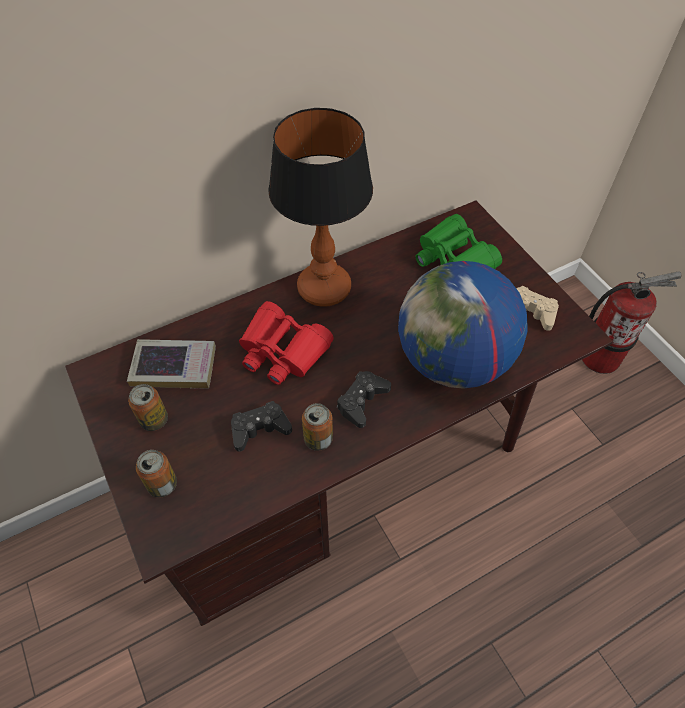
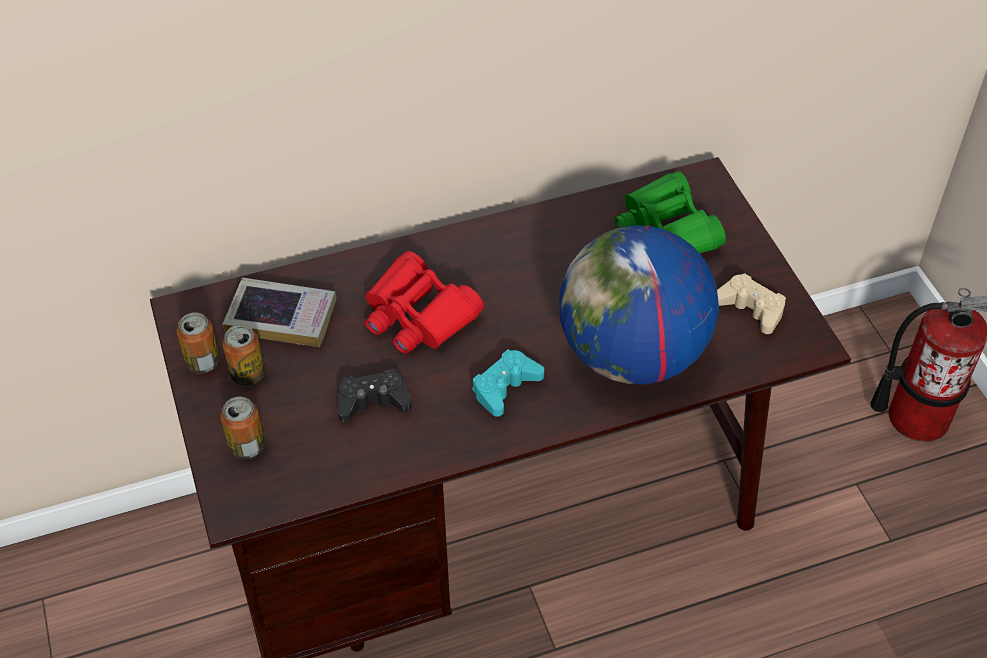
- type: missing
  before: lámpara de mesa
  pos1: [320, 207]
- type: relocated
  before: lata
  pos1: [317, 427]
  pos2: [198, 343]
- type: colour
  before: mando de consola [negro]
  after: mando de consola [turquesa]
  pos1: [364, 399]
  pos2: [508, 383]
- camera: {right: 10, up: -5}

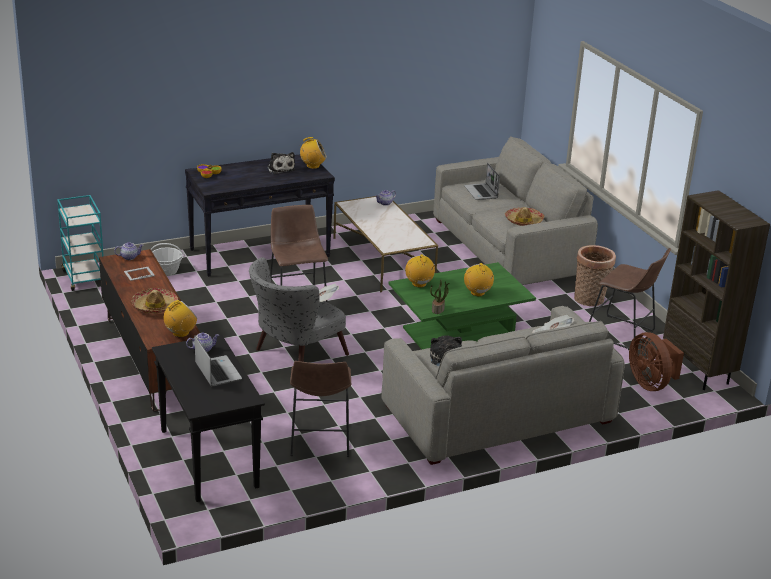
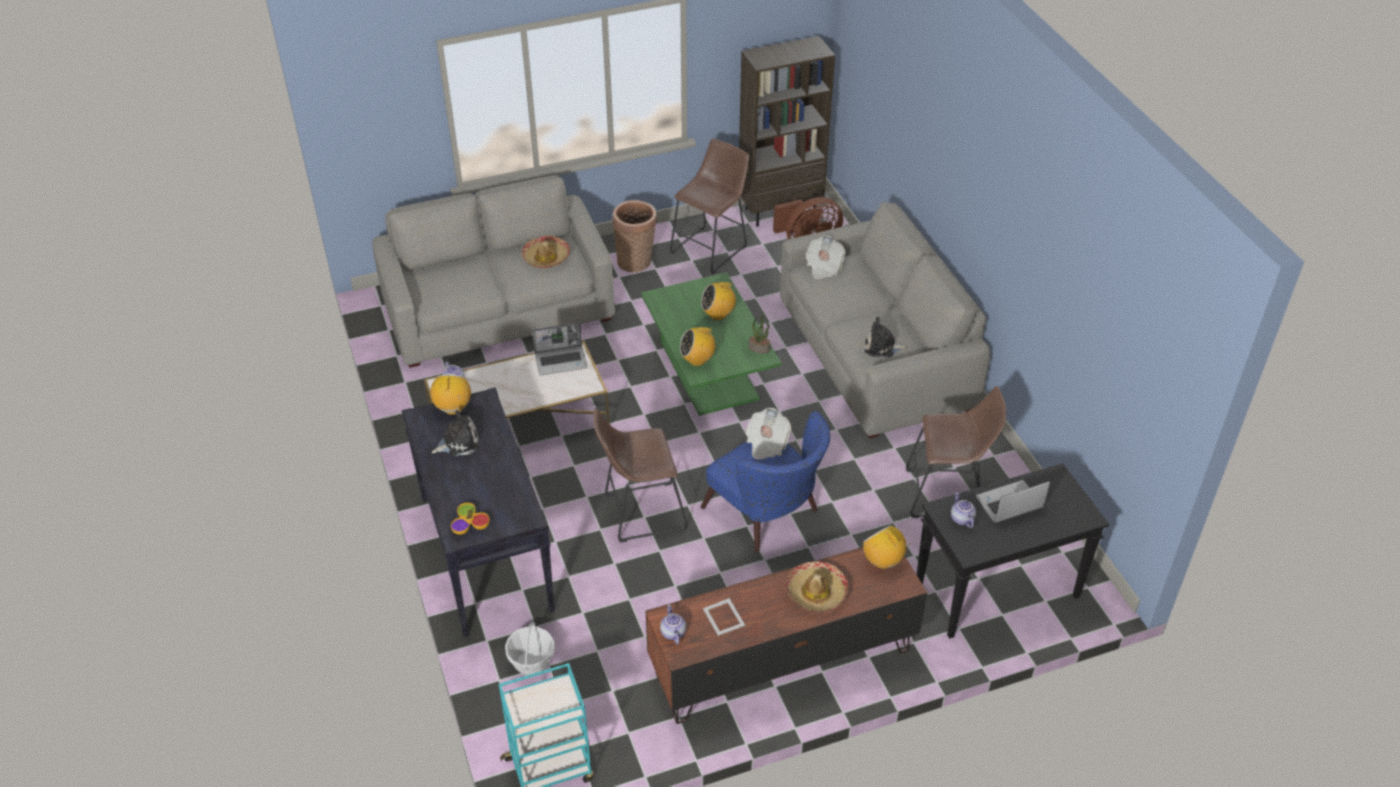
- type: colour
  before: sillón [gris]
  after: sillón [azul]
  pos1: [299, 309]
  pos2: [765, 481]
- type: relocated
  before: portátil
  pos1: [482, 181]
  pos2: [559, 348]
- camera: {right: -85, up: 15}

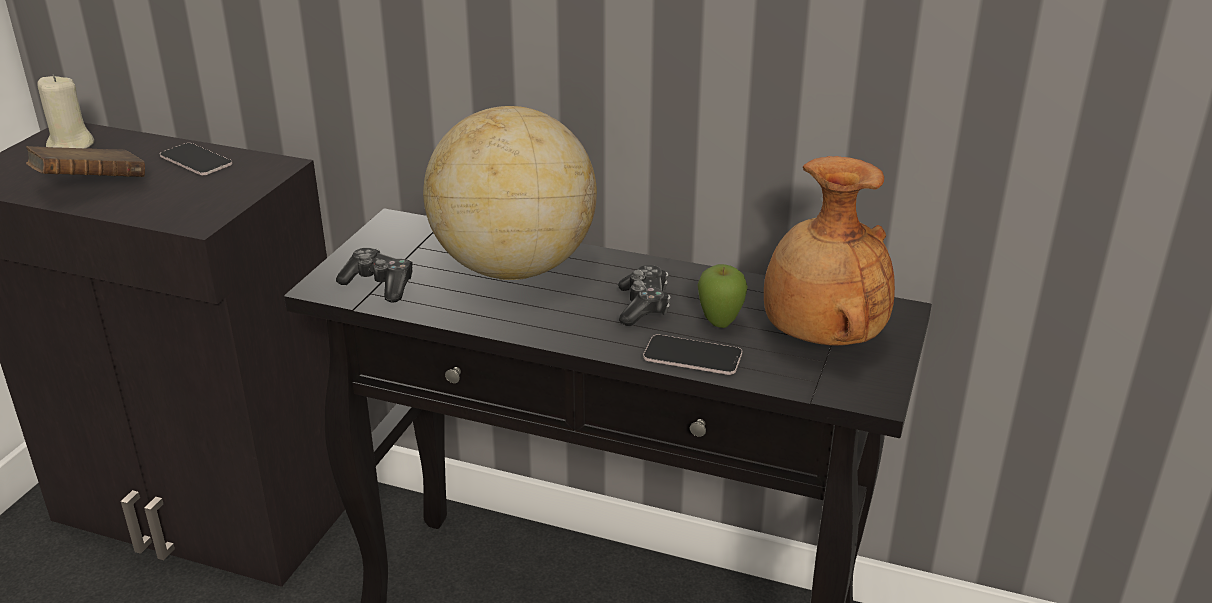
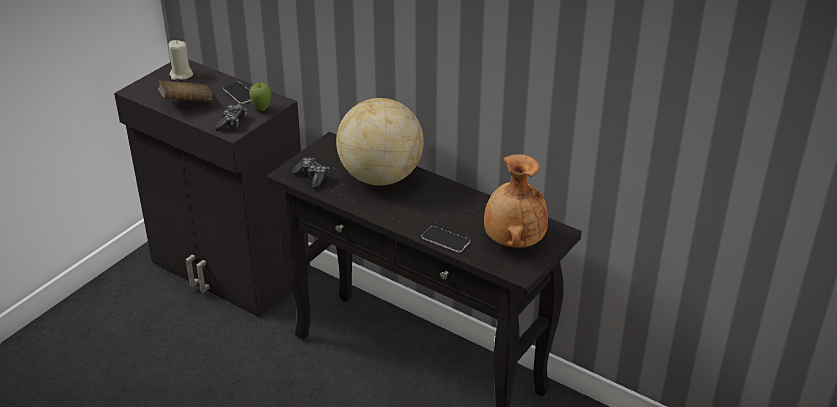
- type: relocated
  before: mando de consola
  pos1: [644, 295]
  pos2: [231, 117]
- type: relocated
  before: manzana
  pos1: [722, 296]
  pos2: [260, 96]
- camera: {right: 15, up: 5}

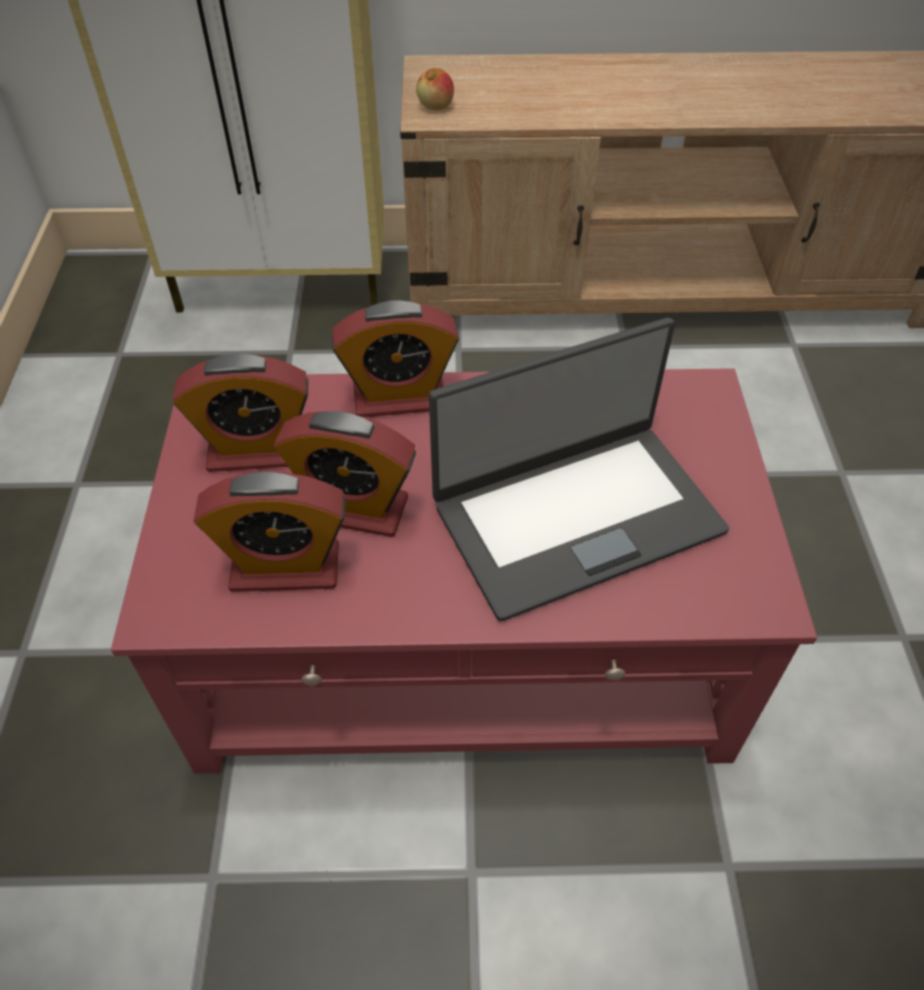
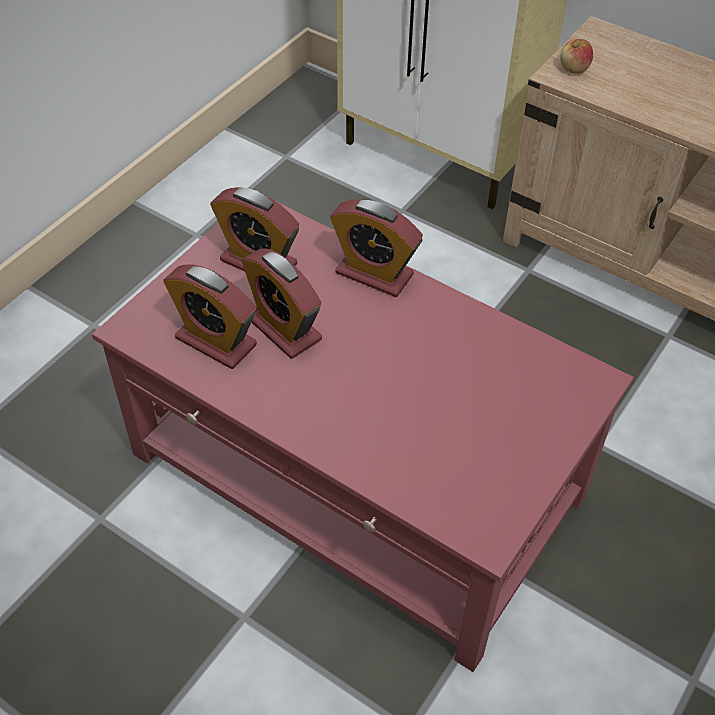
- type: missing
  before: portátil
  pos1: [579, 469]
- camera: {right: 35, up: 0}

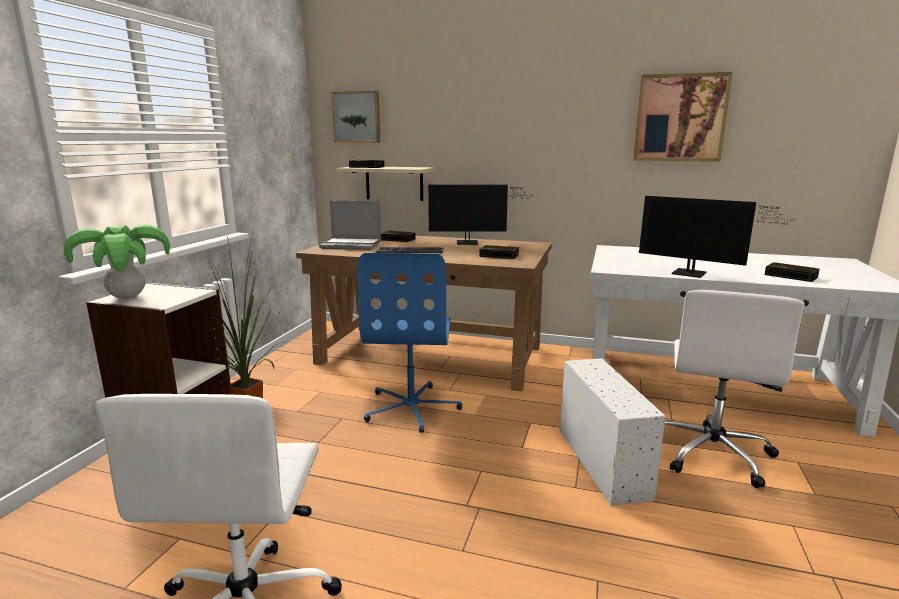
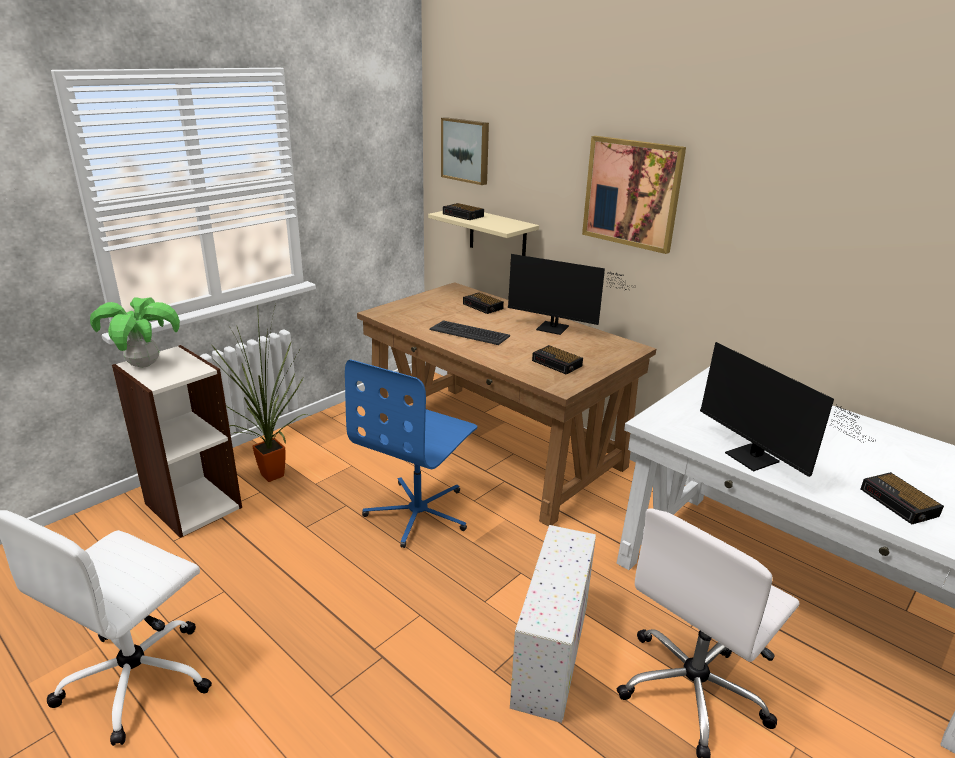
- type: missing
  before: portátil
  pos1: [350, 225]
- type: relocated
  before: cuadro
  pos1: [683, 117]
  pos2: [634, 195]
- camera: {right: 25, up: 10}

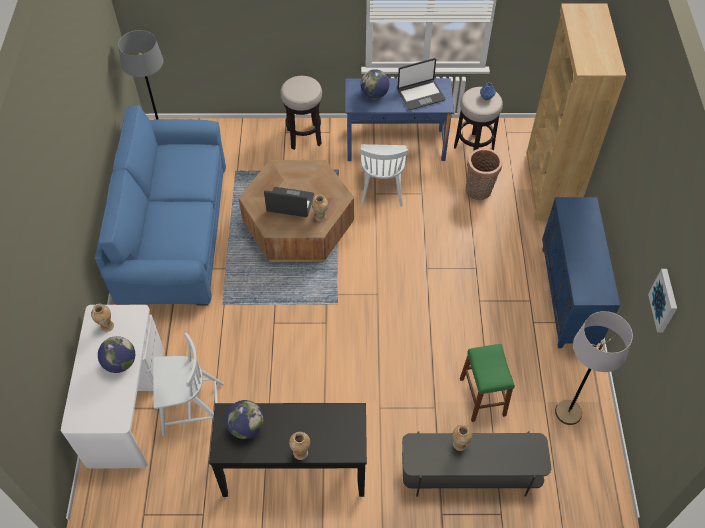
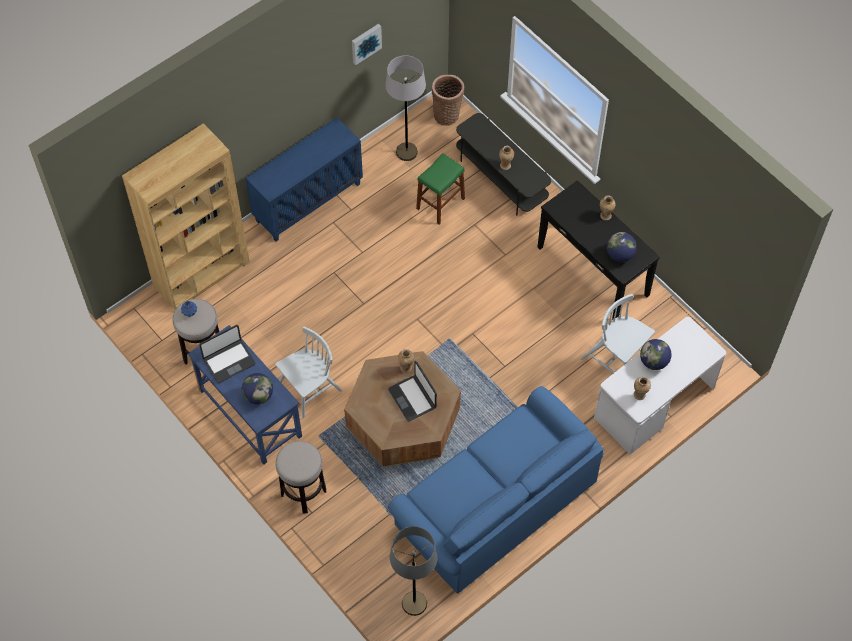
- type: spun
  before: portátil
  pos1: [421, 84]
  pos2: [227, 354]
  turn: 120
- type: relocated
  before: cesta
  pos1: [484, 174]
  pos2: [448, 100]
- camera: {right: -130, up: 5}

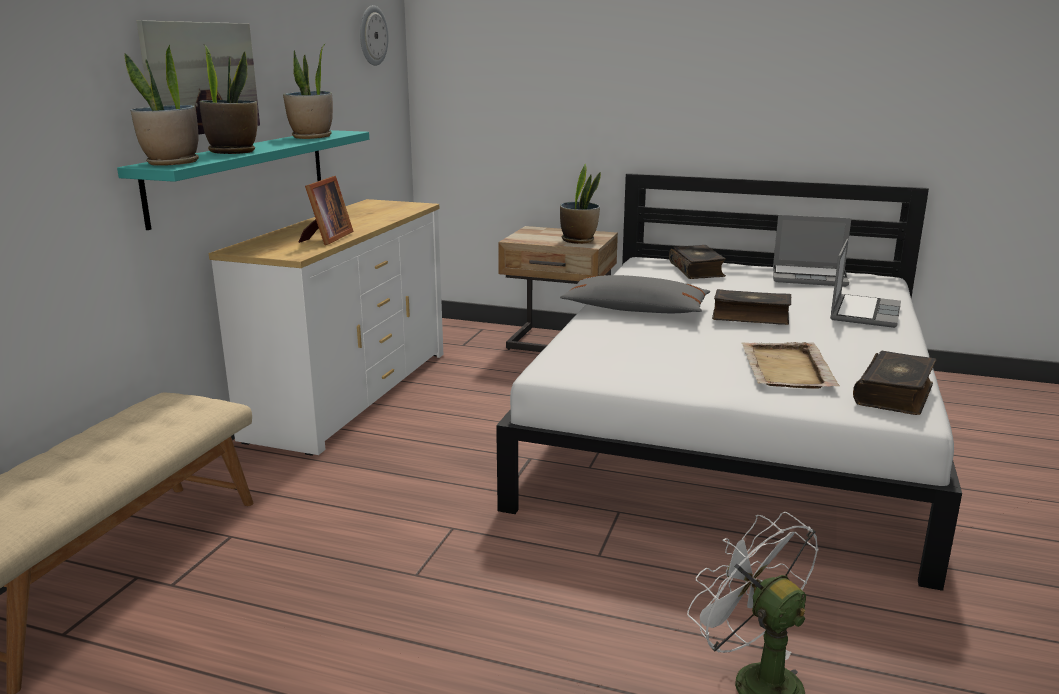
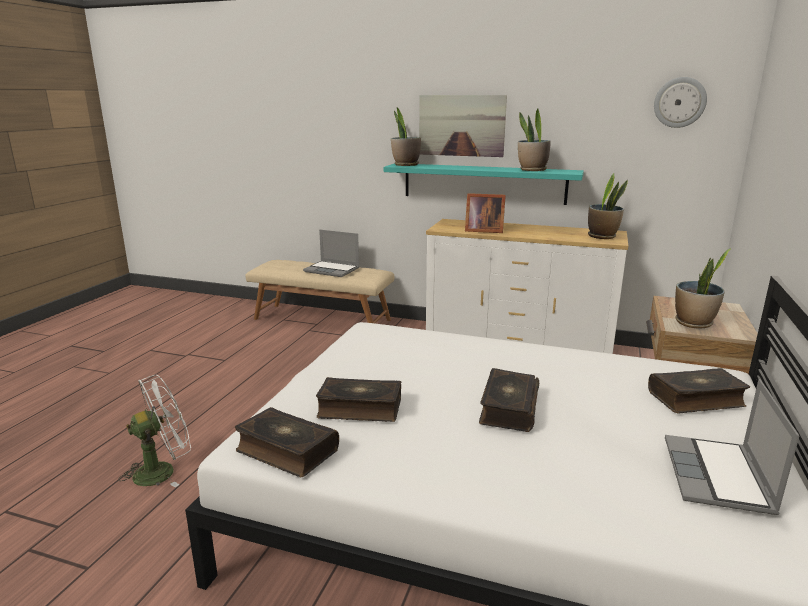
- type: relocated
  before: planta en maceta
  pos1: [228, 99]
  pos2: [608, 206]
- type: missing
  before: cojín [gris]
  pos1: [635, 294]
- type: exchanged
  before: bandeja [beis]
  after: libro
  pos1: [790, 365]
  pos2: [358, 399]
- type: relocated
  before: portátil
  pos1: [865, 283]
  pos2: [331, 253]
- camera: {right: 90, up: 0}

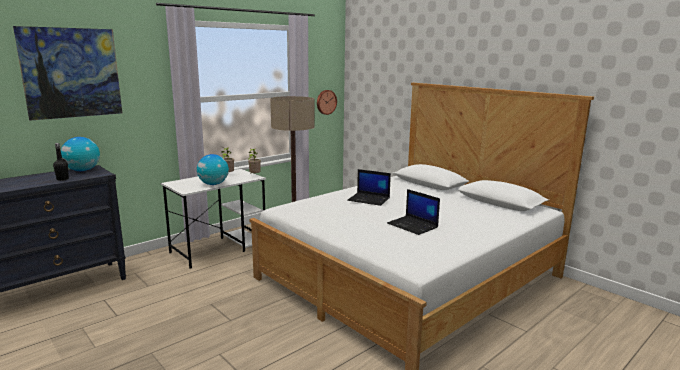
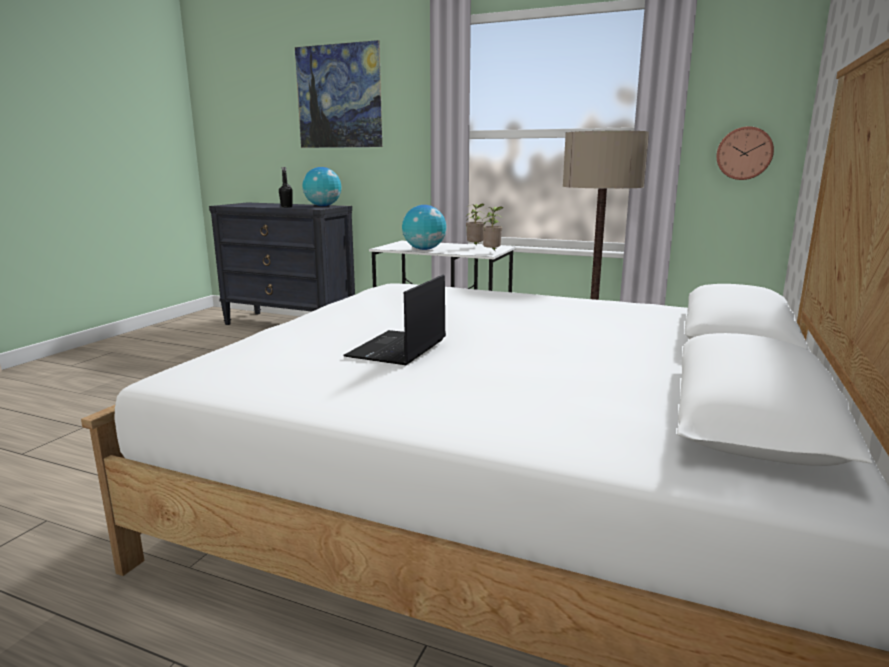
- type: missing
  before: portátil
  pos1: [369, 187]
- camera: {right: 65, up: 0}

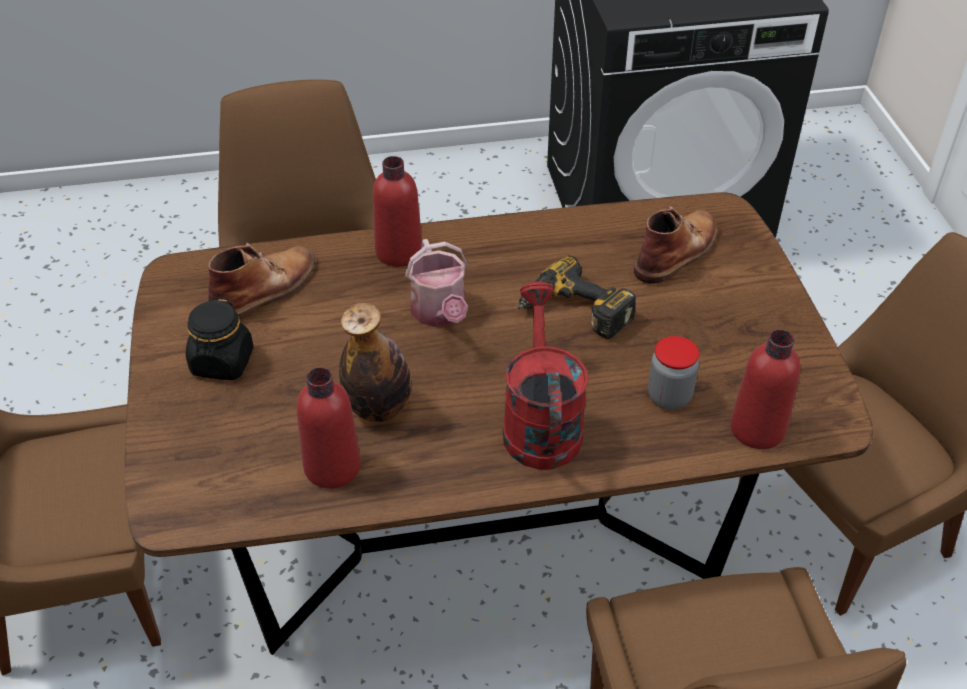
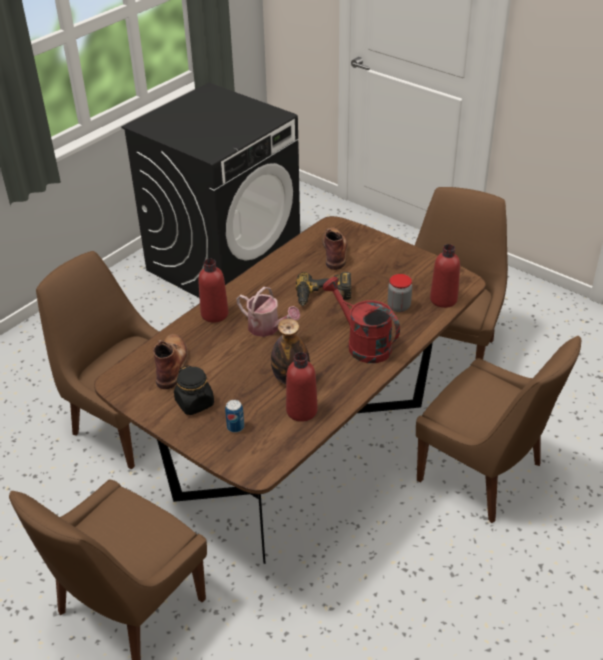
- type: appeared
  after: lata
  pos2: [234, 416]
- camera: {right: -40, up: -5}

